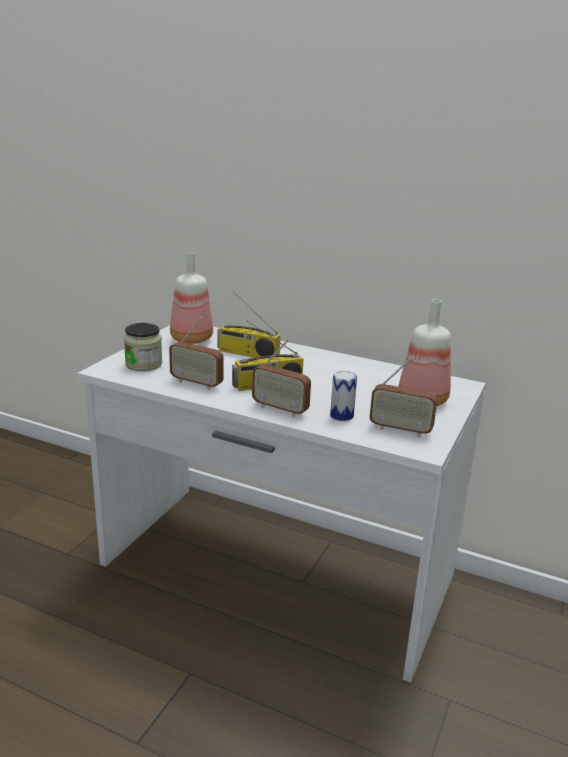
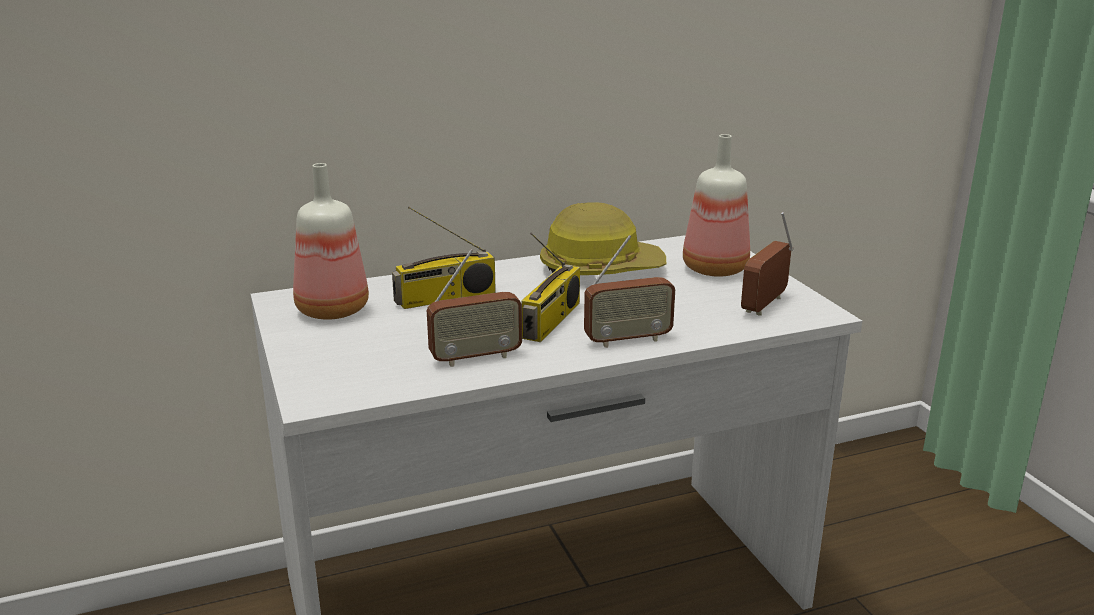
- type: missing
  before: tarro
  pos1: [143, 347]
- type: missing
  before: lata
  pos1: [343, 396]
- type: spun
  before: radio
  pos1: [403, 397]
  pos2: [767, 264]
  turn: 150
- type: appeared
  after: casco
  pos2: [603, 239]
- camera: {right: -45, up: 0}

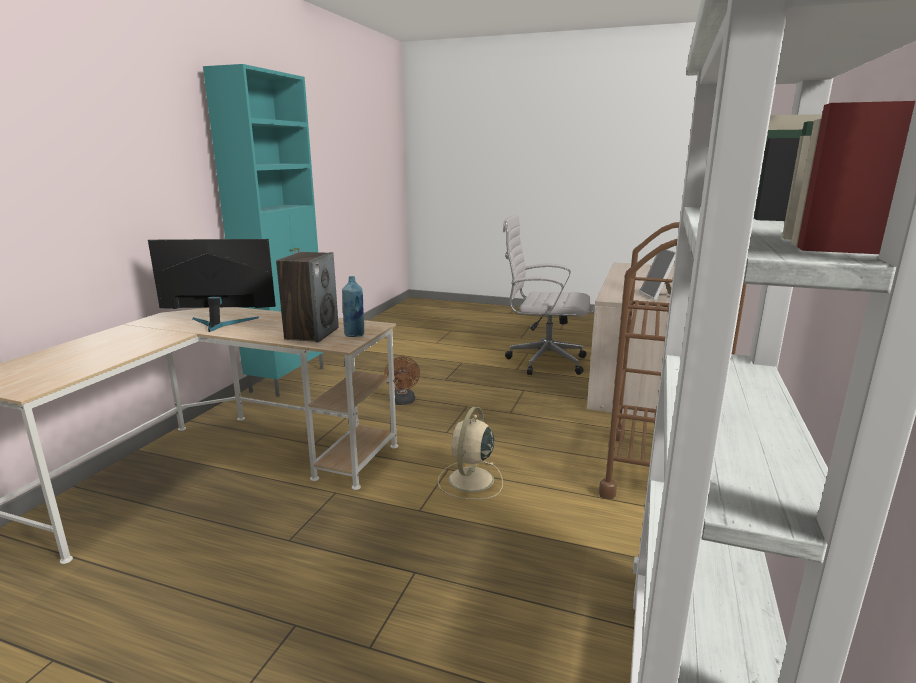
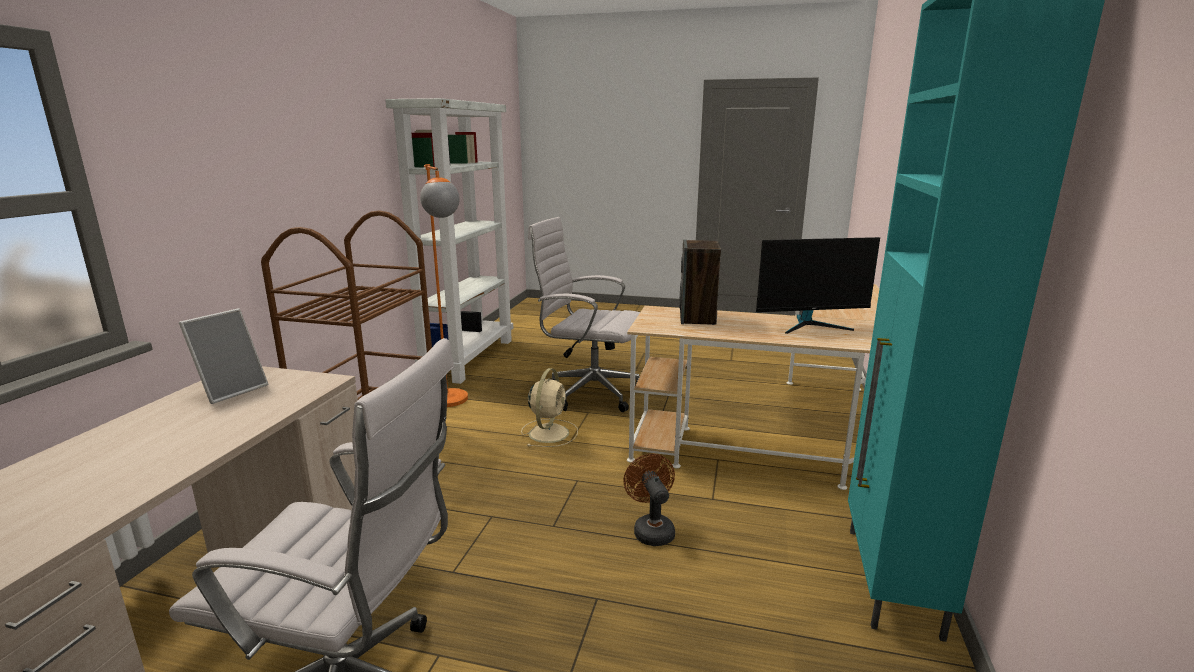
- type: missing
  before: botella [azul]
  pos1: [353, 306]
- type: spun
  before: portarretratos
  pos1: [658, 274]
  pos2: [223, 356]
  turn: 45
- type: appeared
  after: lámpara de pie [naranja]
  pos2: [444, 285]
- type: appeared
  after: silla de oficina [blanco]
  pos2: [584, 314]
- camera: {right: 175, up: 0}

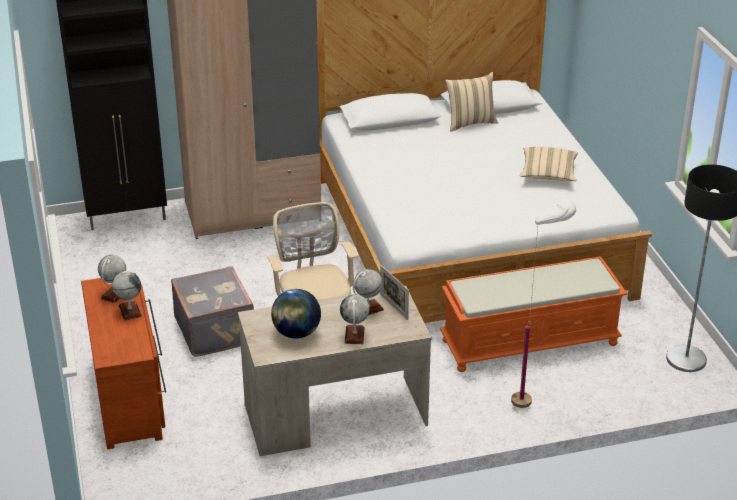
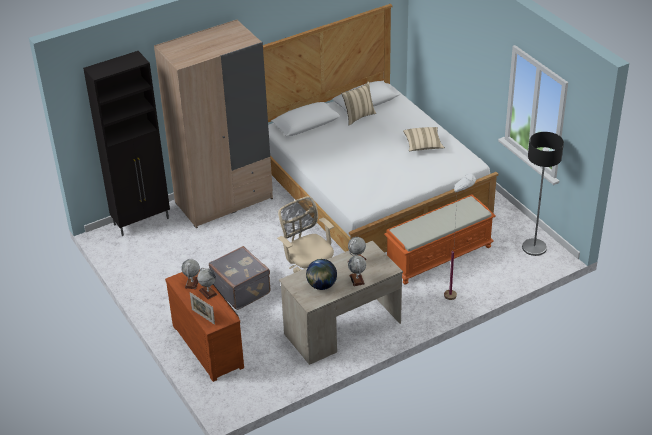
- type: relocated
  before: portarretratos
  pos1: [394, 292]
  pos2: [202, 308]
- camera: {right: -15, up: 5}

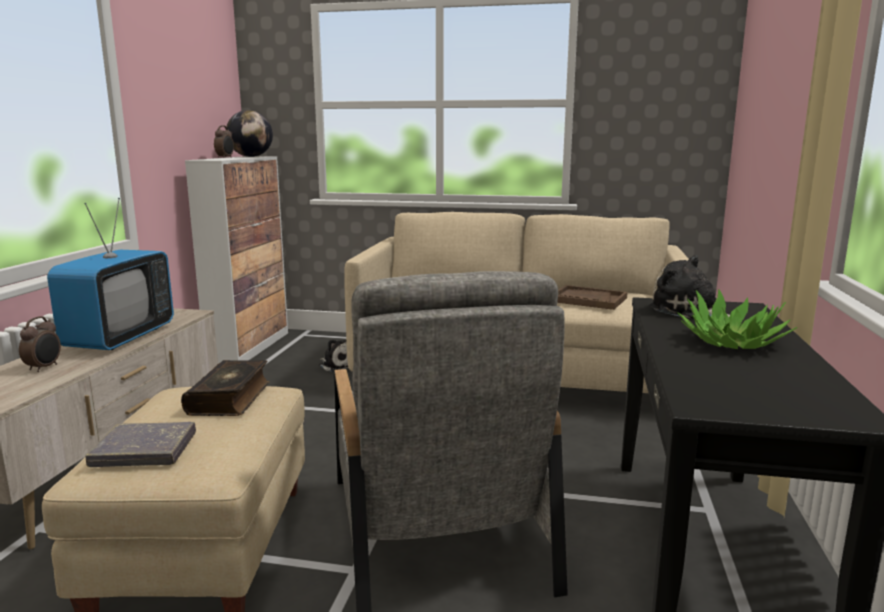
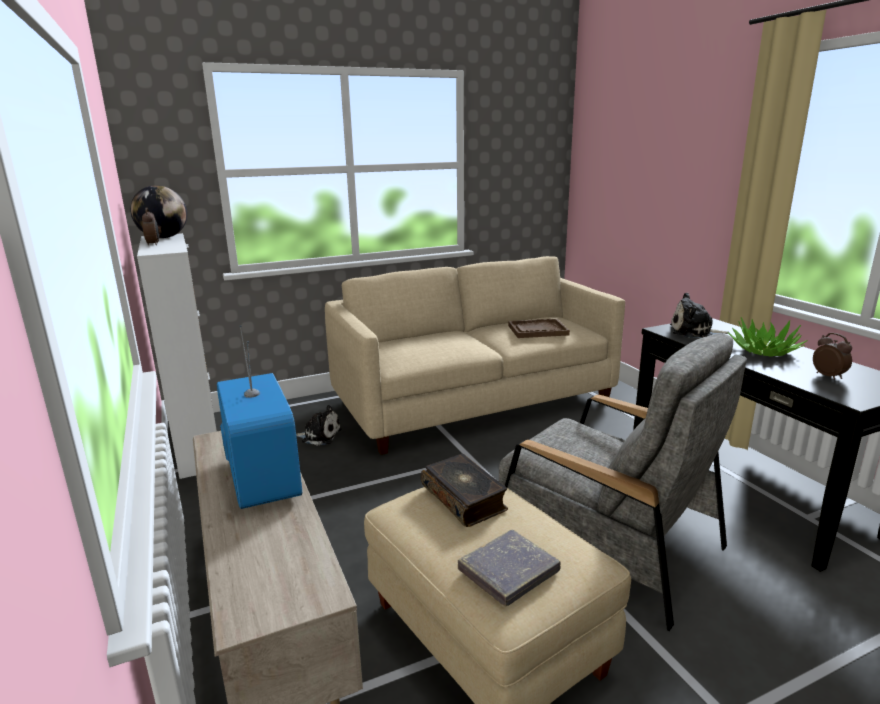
- type: relocated
  before: despertador
  pos1: [40, 344]
  pos2: [832, 356]
- camera: {right: -35, up: 5}

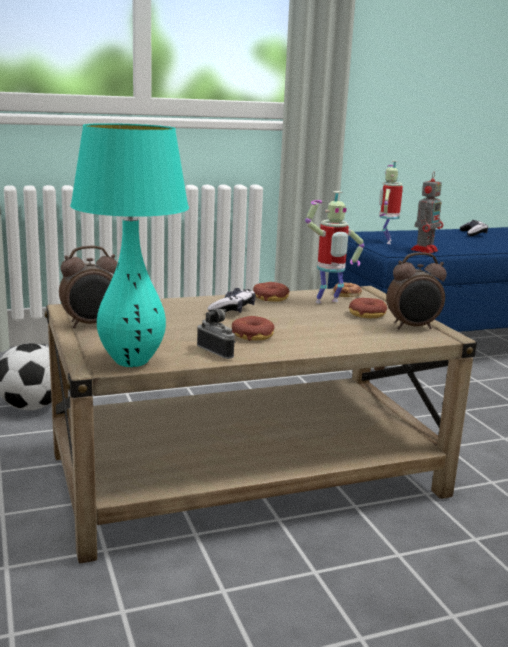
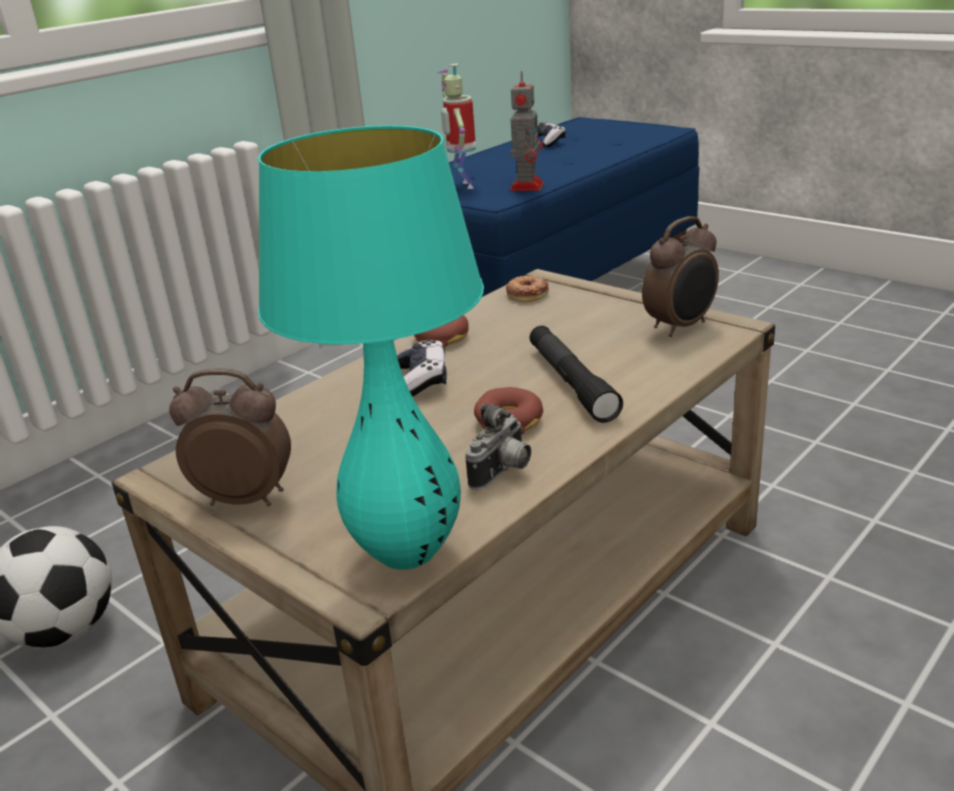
- type: spun
  before: despertador
  pos1: [88, 287]
  pos2: [230, 437]
  turn: -120
- type: spun
  before: cámara
  pos1: [216, 334]
  pos2: [498, 446]
  turn: 105
- type: missing
  before: robot de juguete
  pos1: [334, 247]
- type: missing
  before: rosquilla
  pos1: [368, 308]
- type: appeared
  after: linterna [negro]
  pos2: [576, 374]
- camera: {right: -25, up: 10}

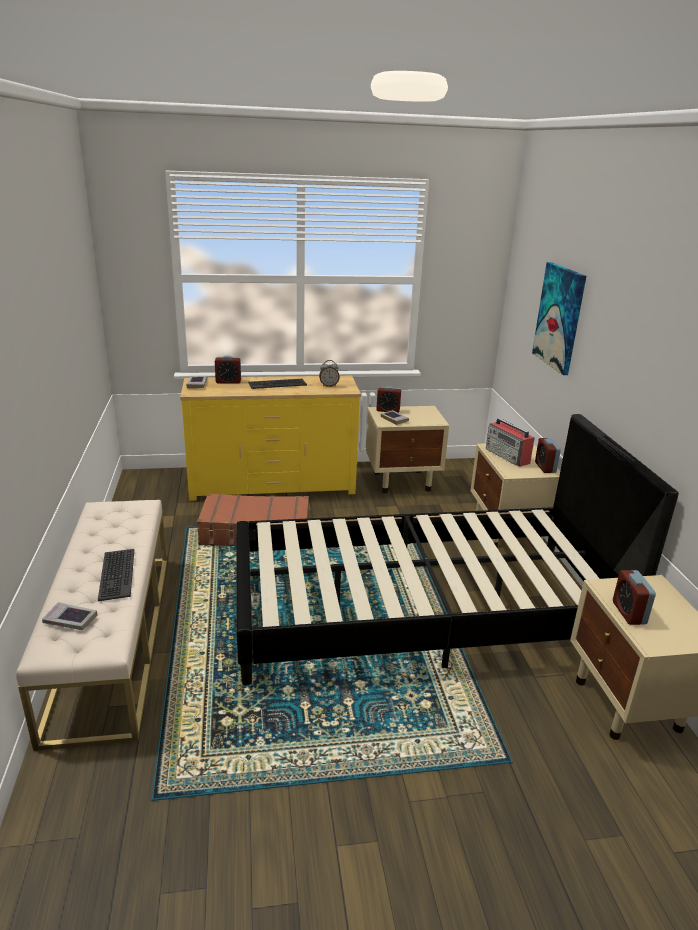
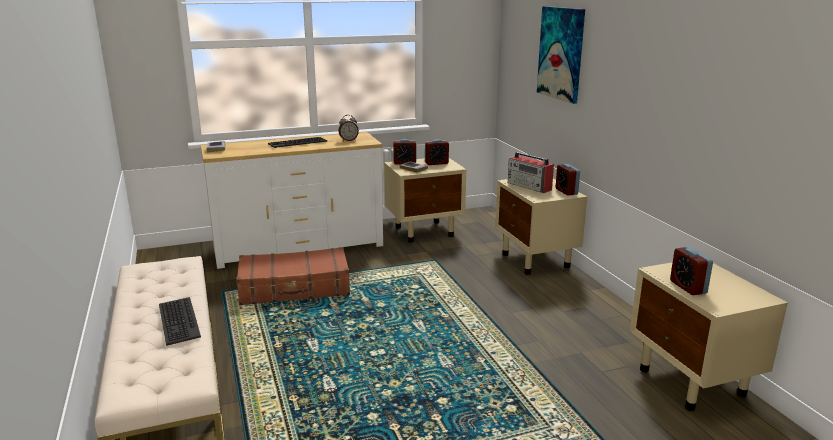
- type: missing
  before: libro
  pos1: [69, 616]
- type: colour
  before: cómoda [amarillo]
  after: cómoda [blanco]
  pos1: [270, 438]
  pos2: [292, 200]
- type: relocated
  before: despertador
  pos1: [228, 369]
  pos2: [437, 152]
- type: missing
  before: cama [negro]
  pos1: [457, 549]
- camera: {right: -10, up: -5}

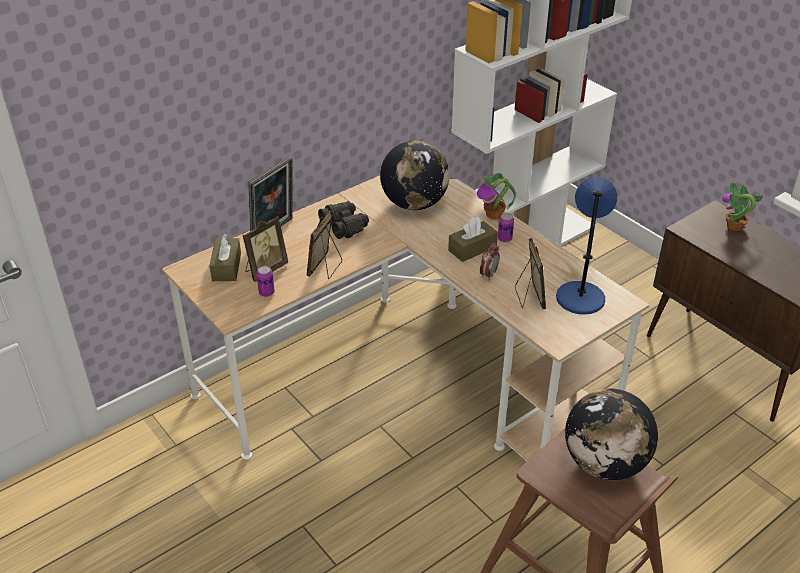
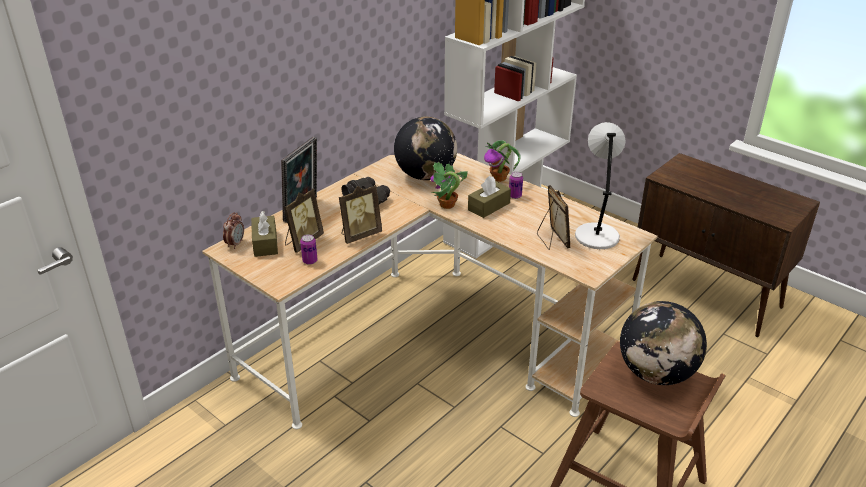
- type: spun
  before: portarretratos
  pos1: [324, 245]
  pos2: [360, 214]
  turn: -135
- type: relocated
  before: despertador
  pos1: [490, 262]
  pos2: [233, 230]
- type: colour
  before: lámpara de mesa [azul]
  after: lámpara de mesa [gris]
  pos1: [586, 246]
  pos2: [600, 185]
- type: relocated
  before: planta en maceta
  pos1: [742, 206]
  pos2: [449, 185]
- camera: {right: -10, up: -5}

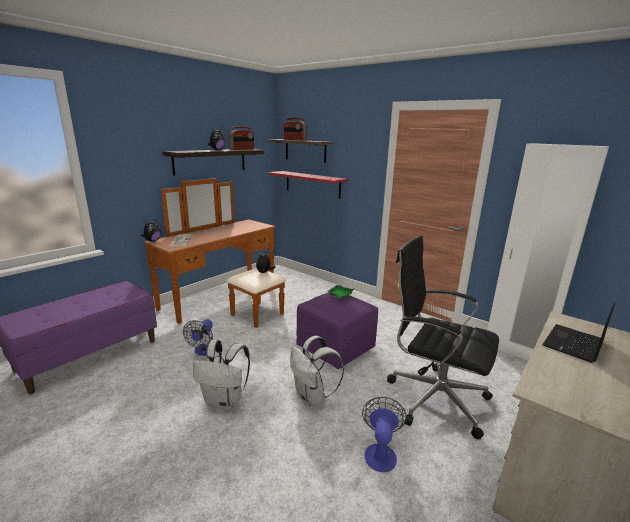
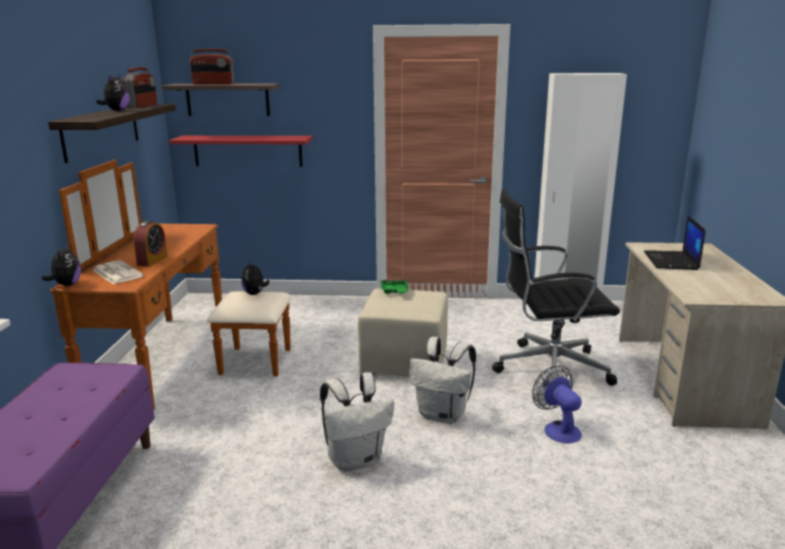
- type: missing
  before: ventilador
  pos1: [199, 337]
- type: colour
  before: puf [morado]
  after: puf [beis]
  pos1: [337, 330]
  pos2: [403, 333]
- type: appeared
  after: despertador
  pos2: [150, 244]
- camera: {right: -35, up: 0}

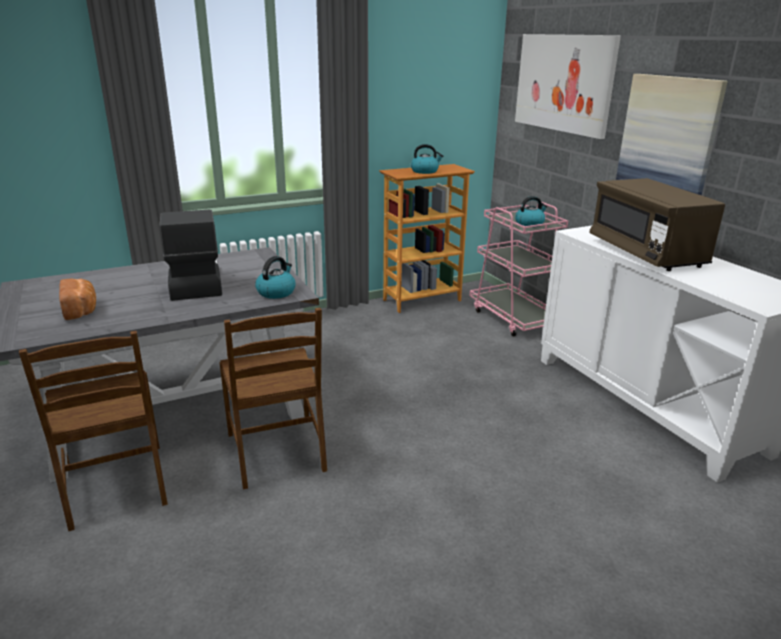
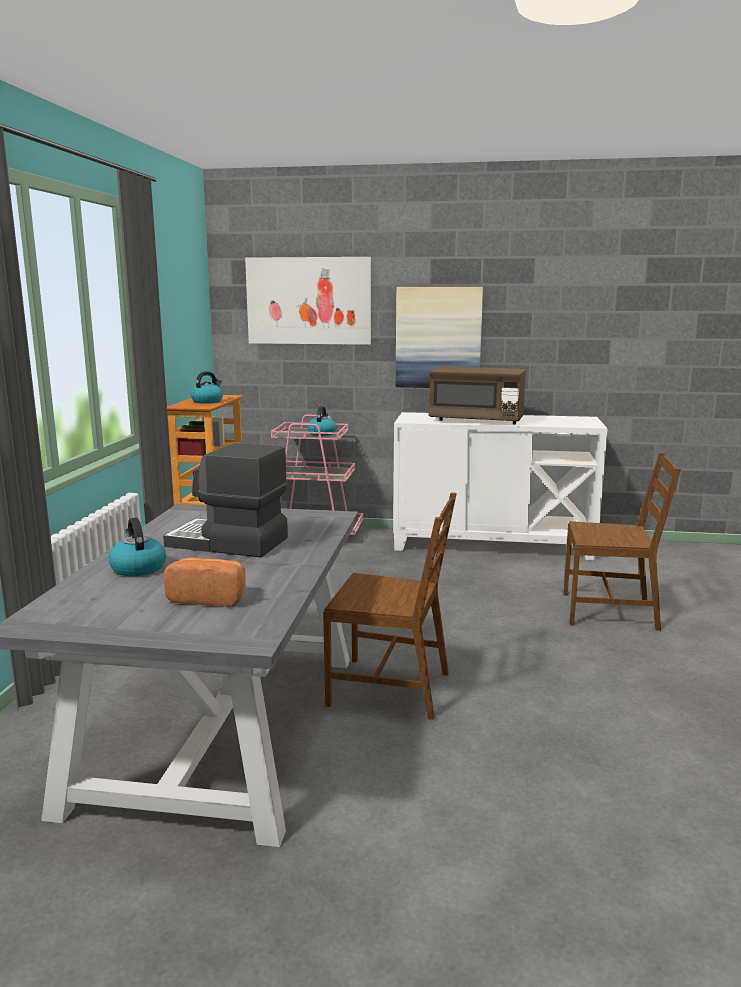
- type: relocated
  before: silla [marrón]
  pos1: [93, 431]
  pos2: [622, 541]
- type: relocated
  before: hervidor
  pos1: [275, 277]
  pos2: [137, 547]
- camera: {right: -55, up: -10}

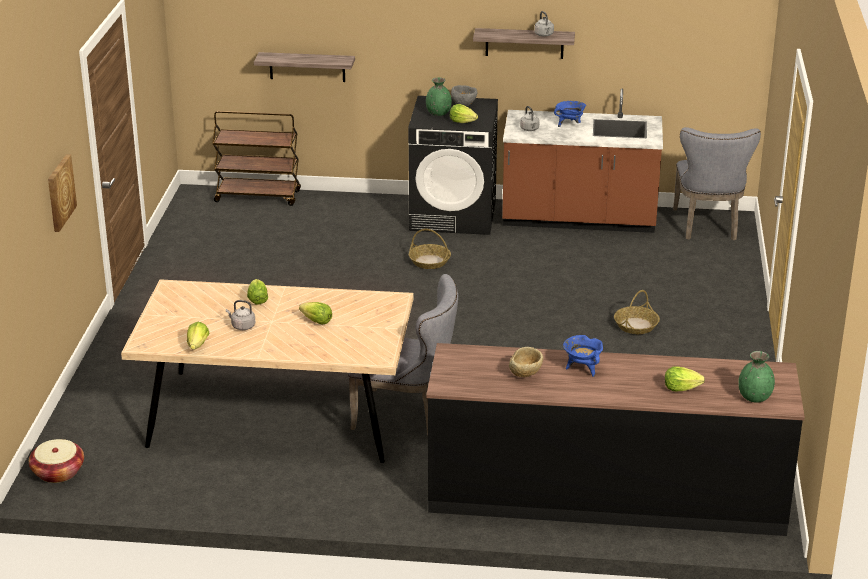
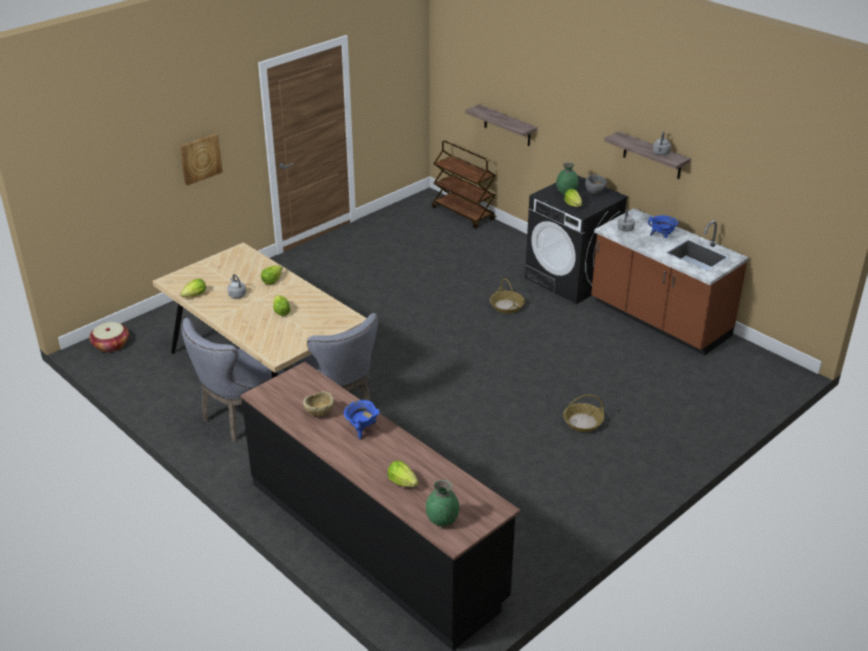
- type: relocated
  before: silla [gris]
  pos1: [717, 183]
  pos2: [233, 380]
- camera: {right: 40, up: 5}

